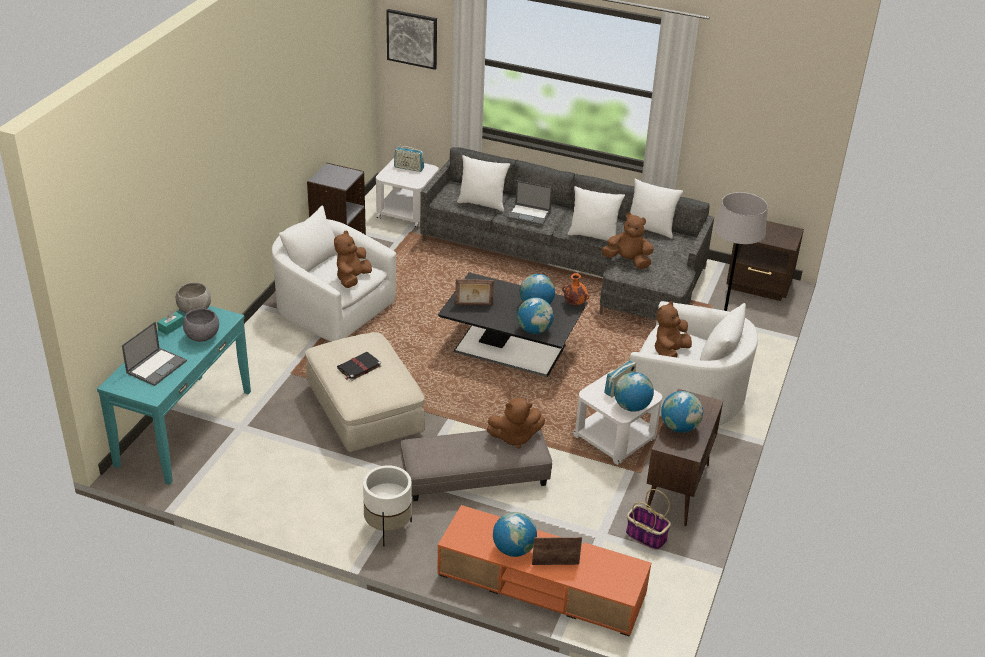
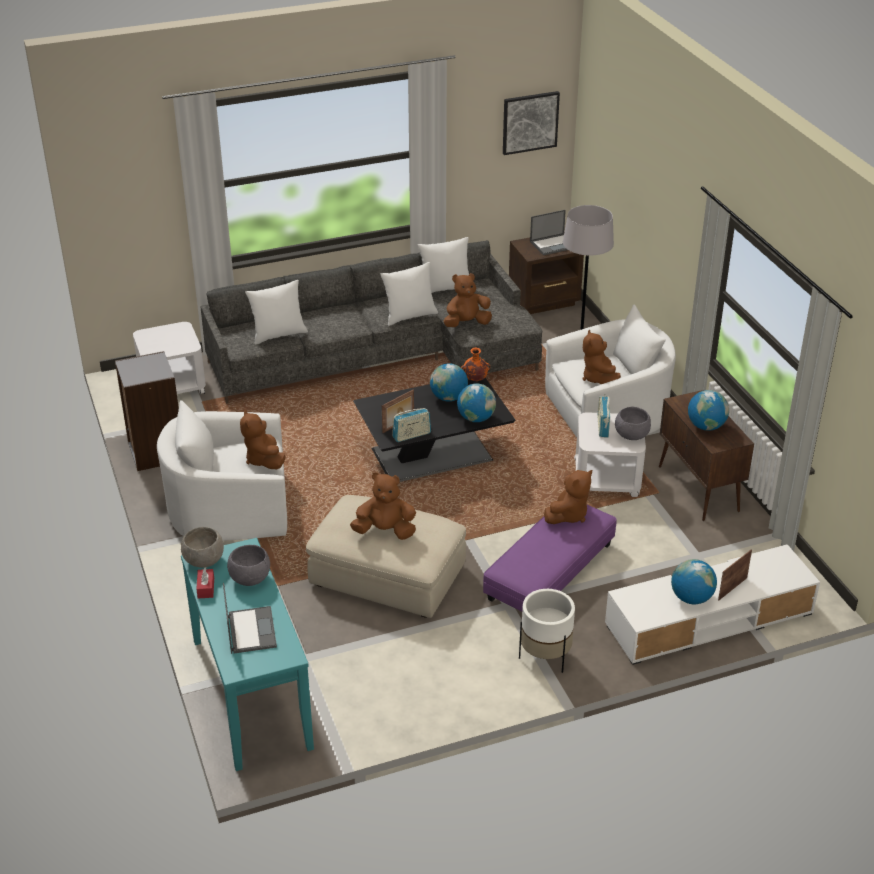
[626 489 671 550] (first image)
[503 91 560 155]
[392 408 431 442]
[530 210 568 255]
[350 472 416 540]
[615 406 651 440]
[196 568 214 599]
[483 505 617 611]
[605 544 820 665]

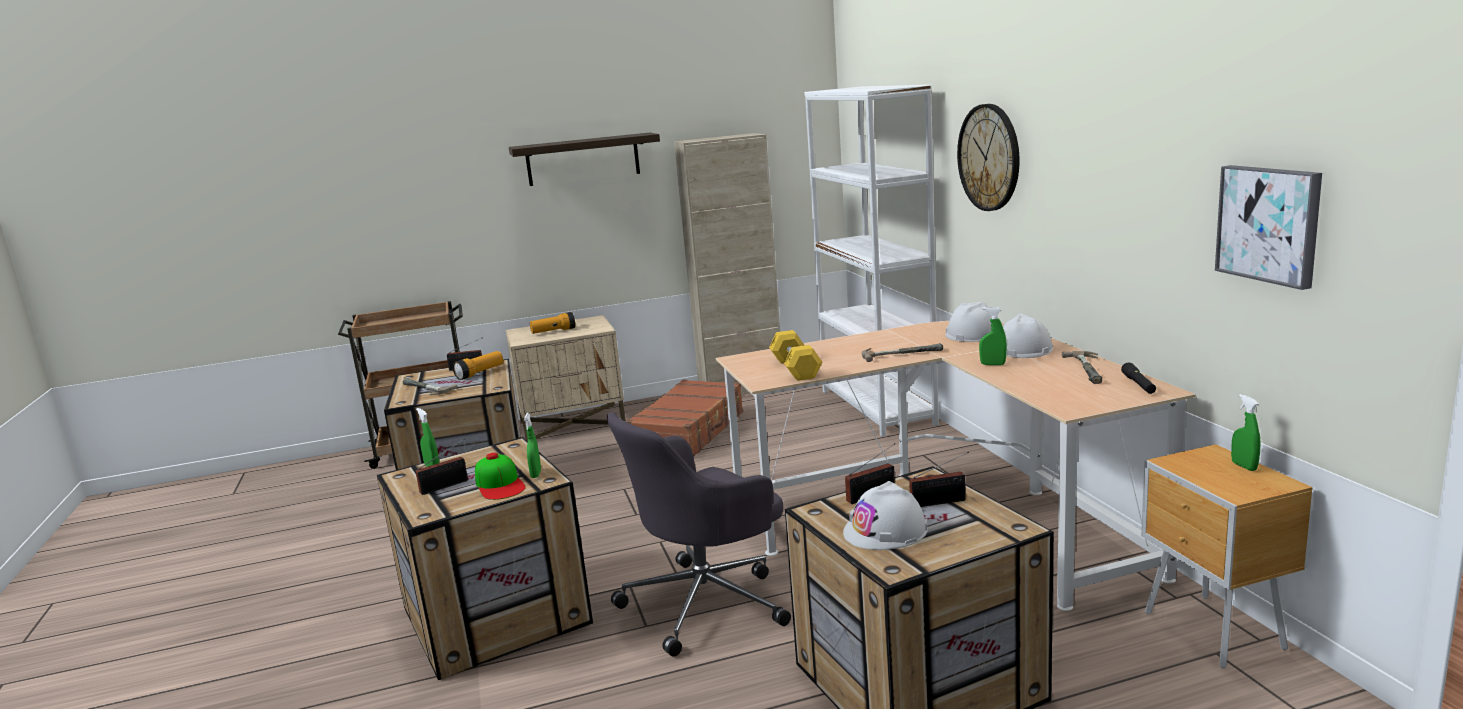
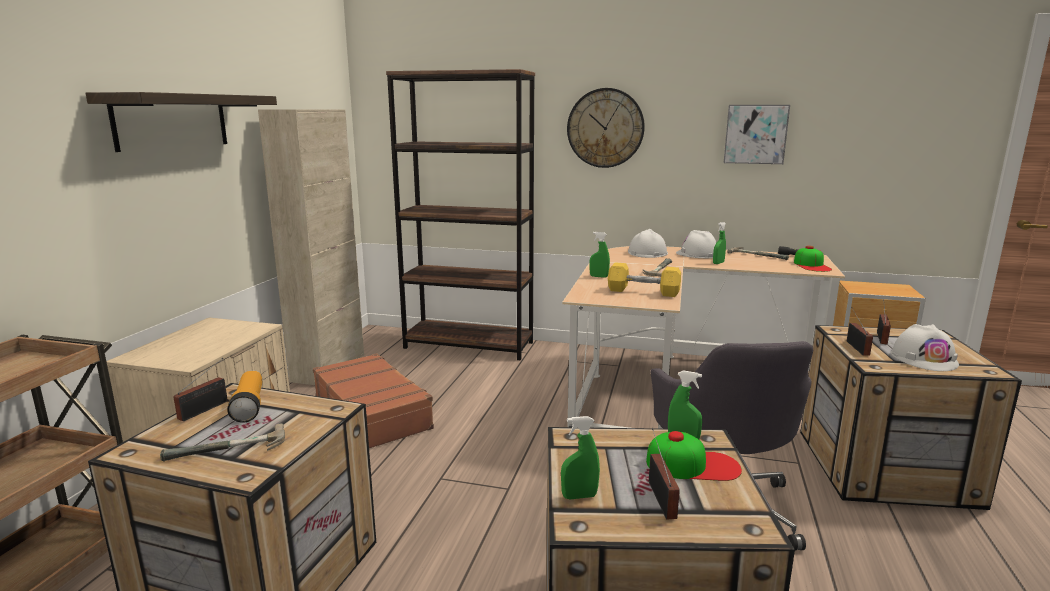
[530 312 575 334] (first image)
[794 246 832 272]
[724 105 790 164]
[590 232 610 278]
[386 69 535 360]

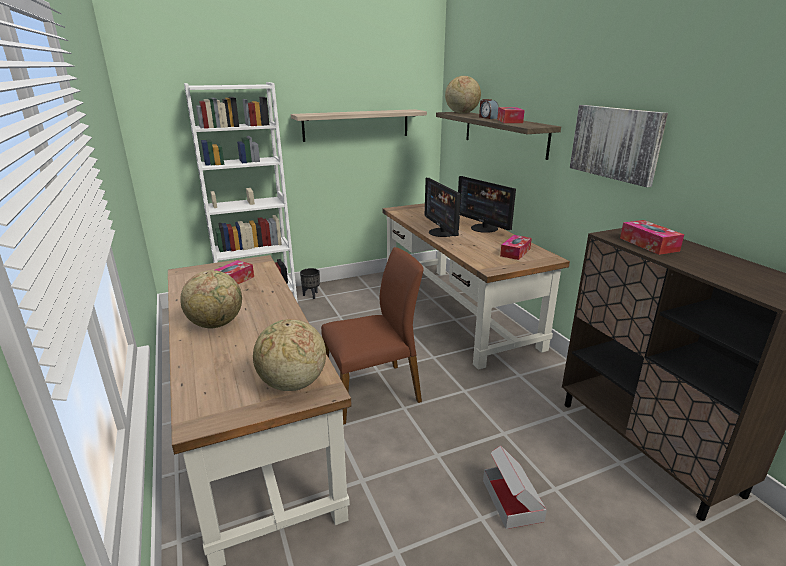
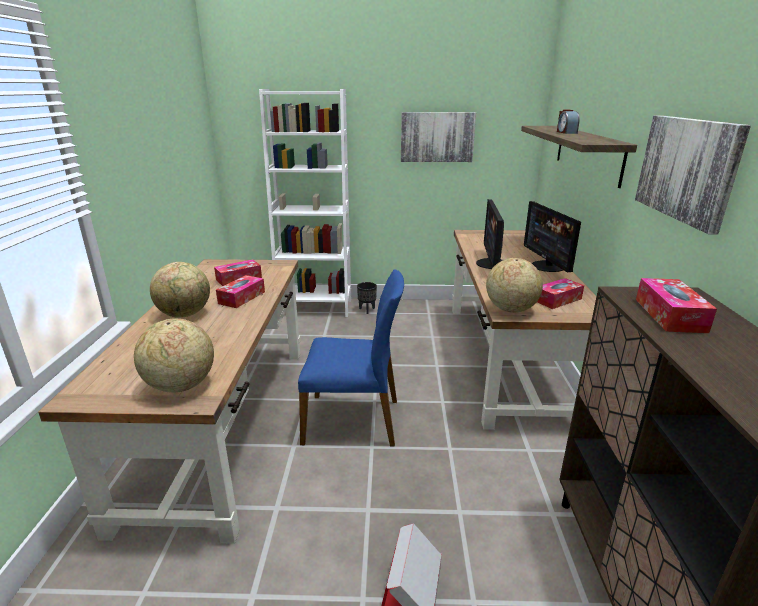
[486 258 543 313]
[216 275 265 308]
[401 112 476 162]
[298 270 404 447]

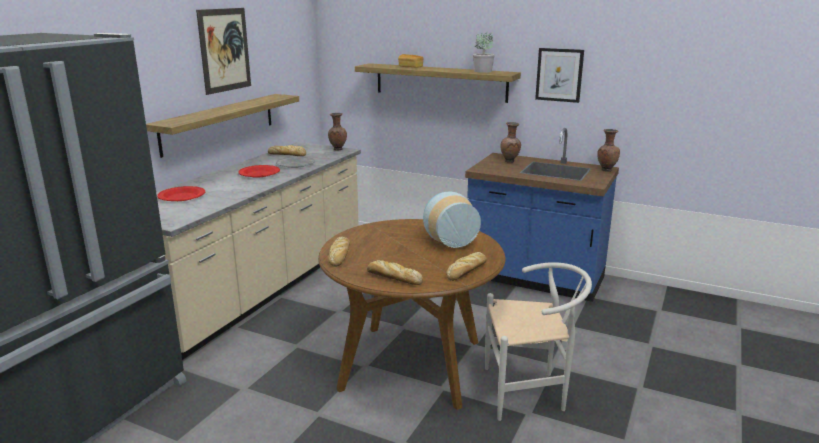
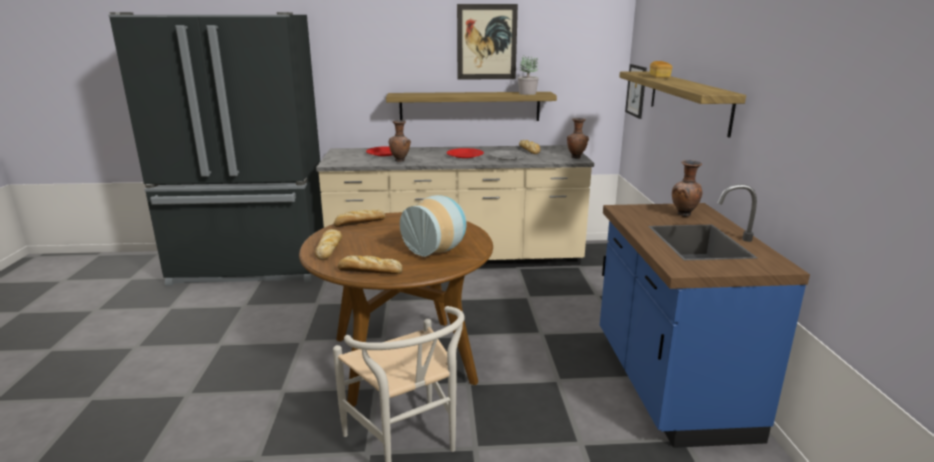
[518 56 539 95]
[625 64 647 119]
[389 120 411 162]

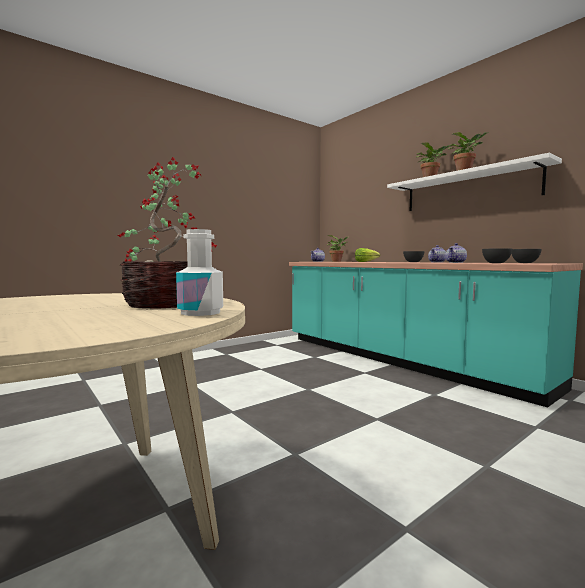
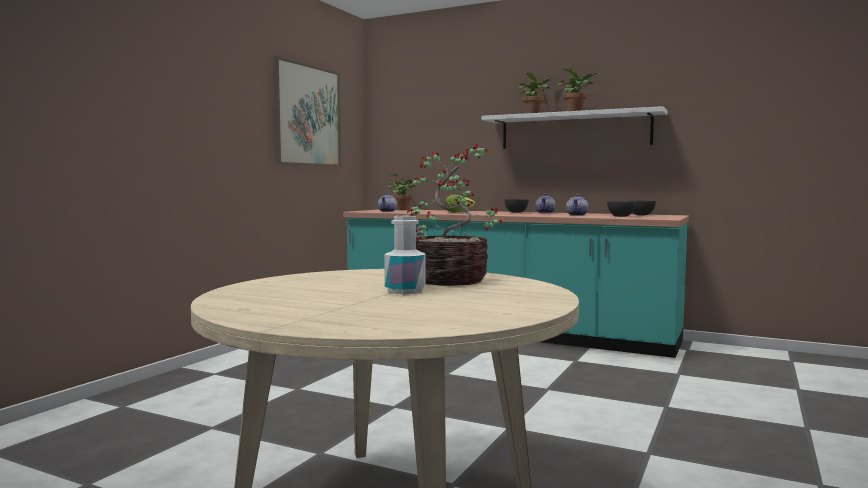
[273 56 341 167]
[384 216 426 294]

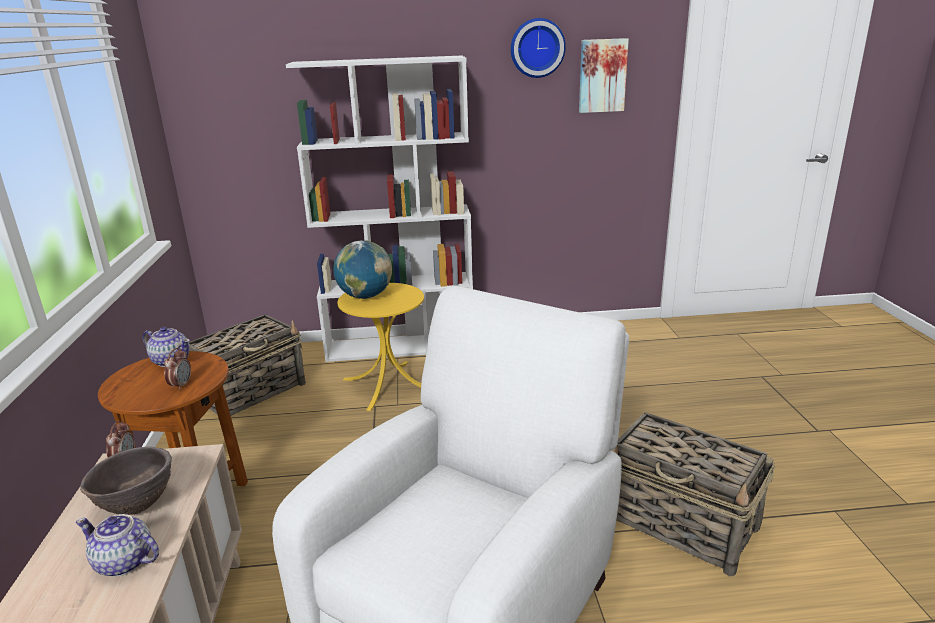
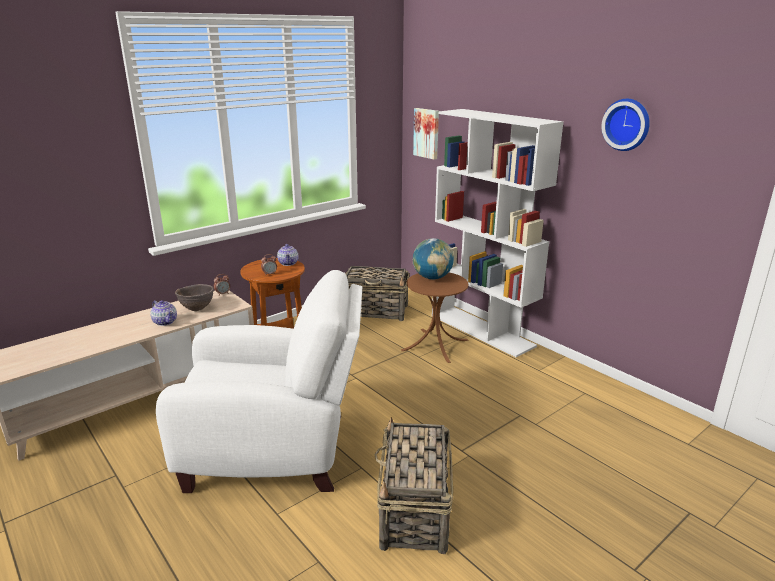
[413 108 439 160]
[401 273 468 363]
[150 300 177 326]

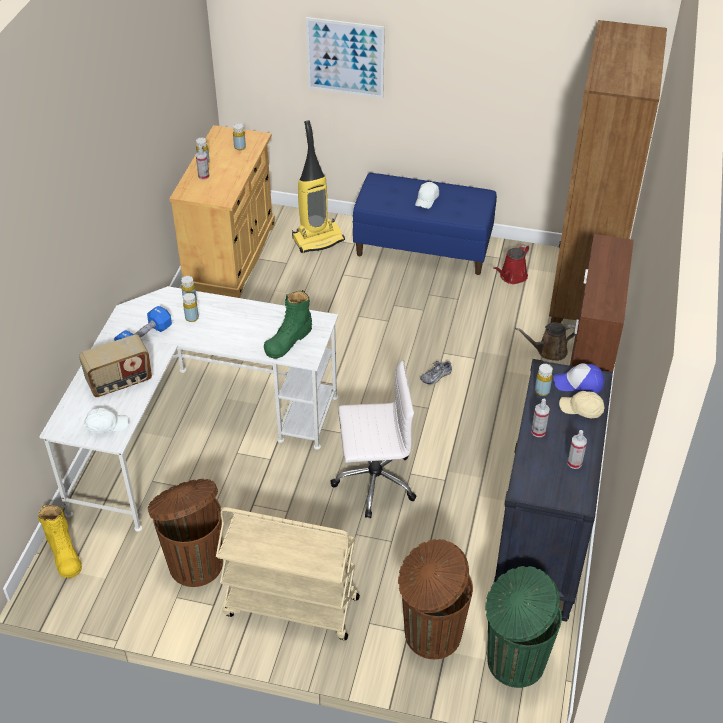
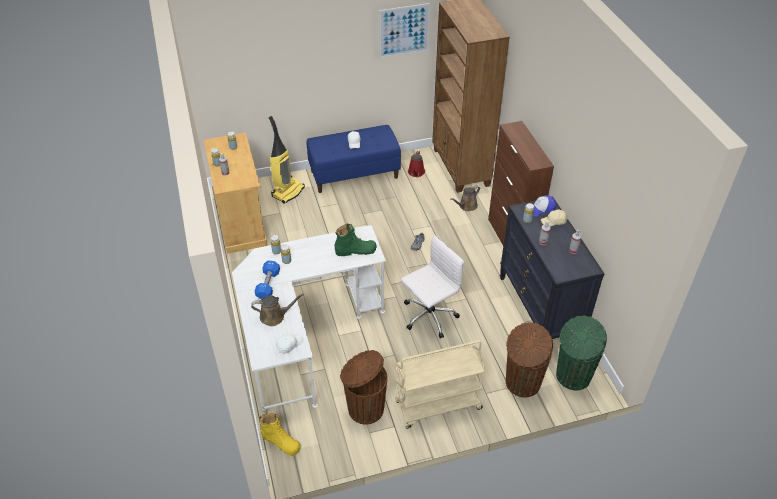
[379 3 430 58]
[251 294 304 326]
[335 224 377 256]

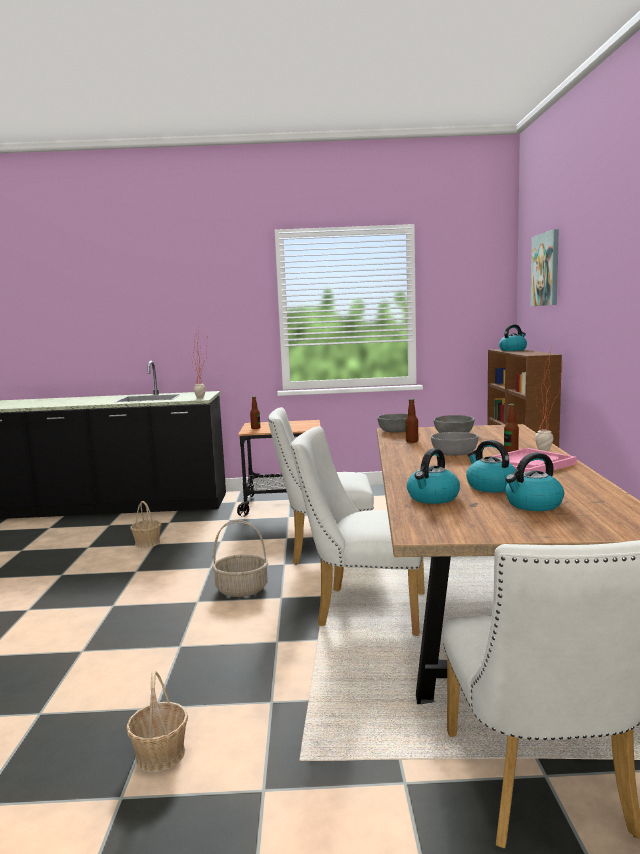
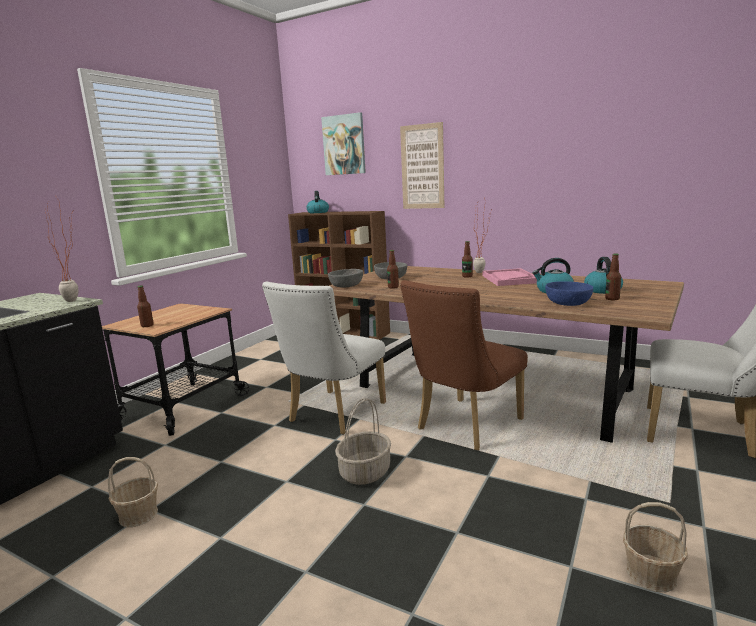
[431 432 478 456] (first image)
[400 122 444 209]
[605 254 621 300]
[545 281 593 306]
[400 280 528 451]

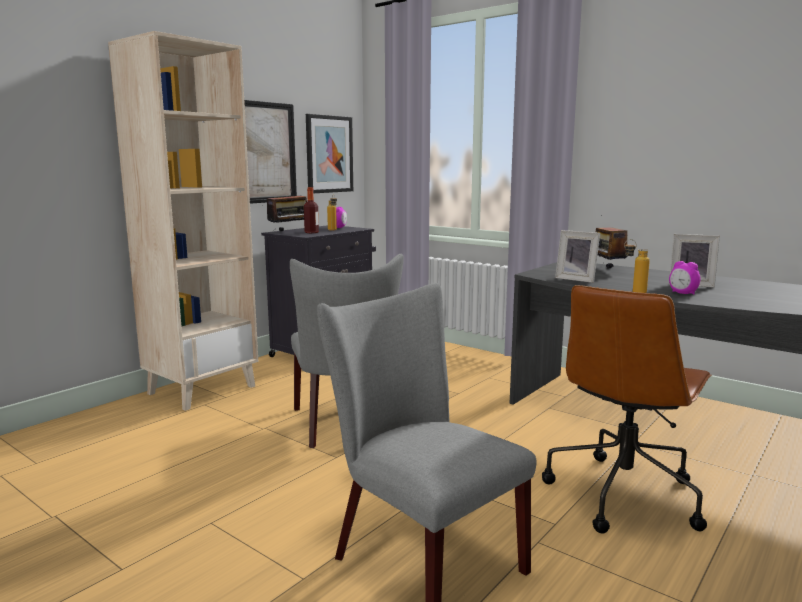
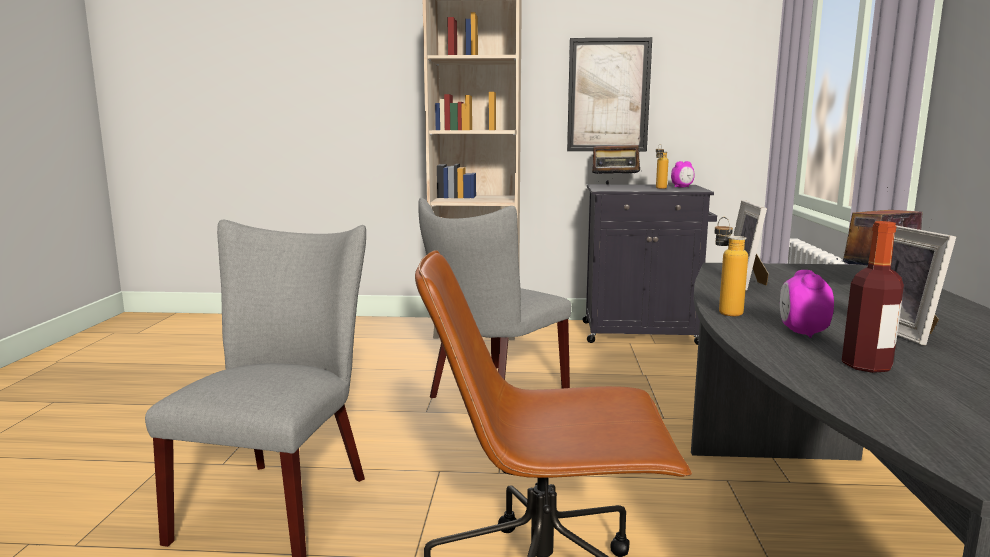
[306 114 353 193] (first image)
[842 221 904 373]

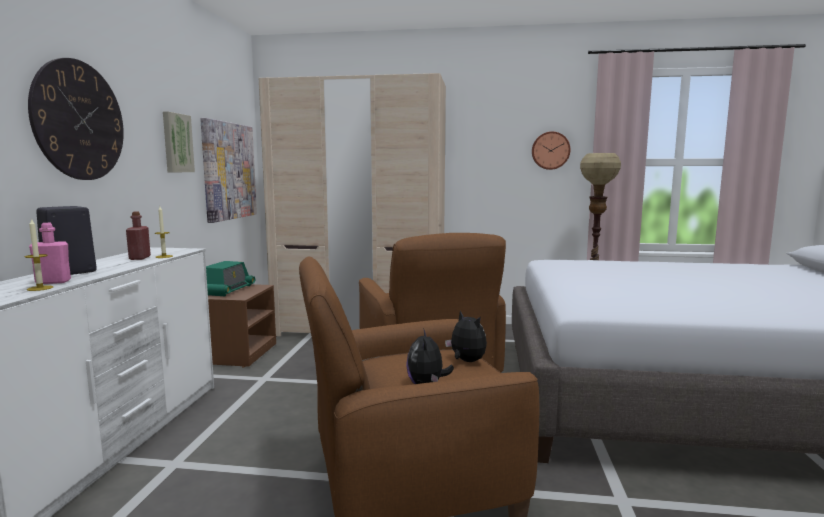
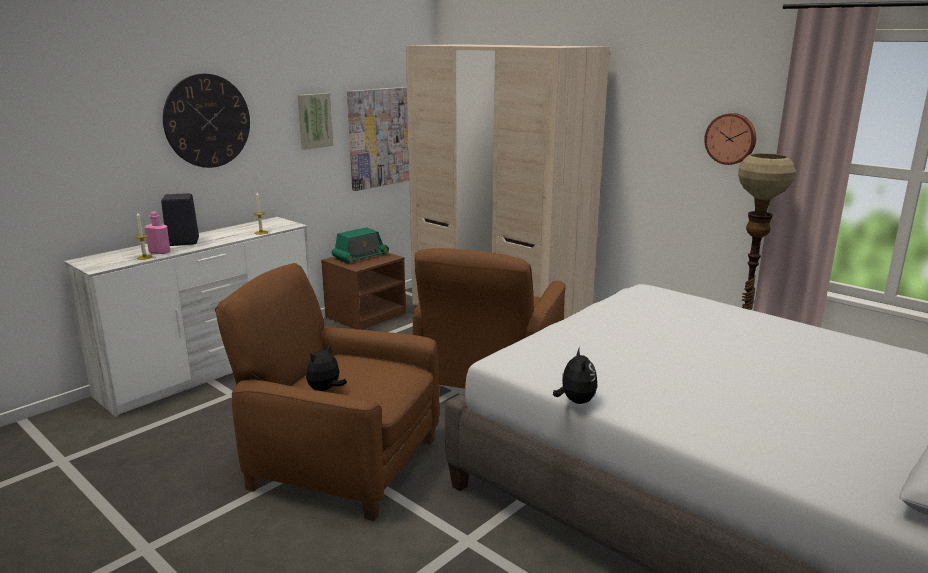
[126 211 151 260] (first image)
[553 347 598 404]

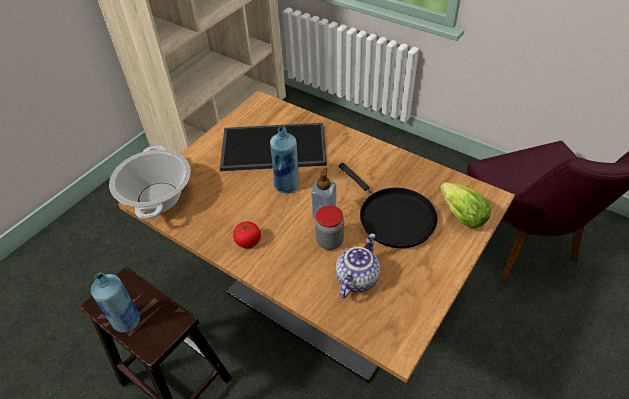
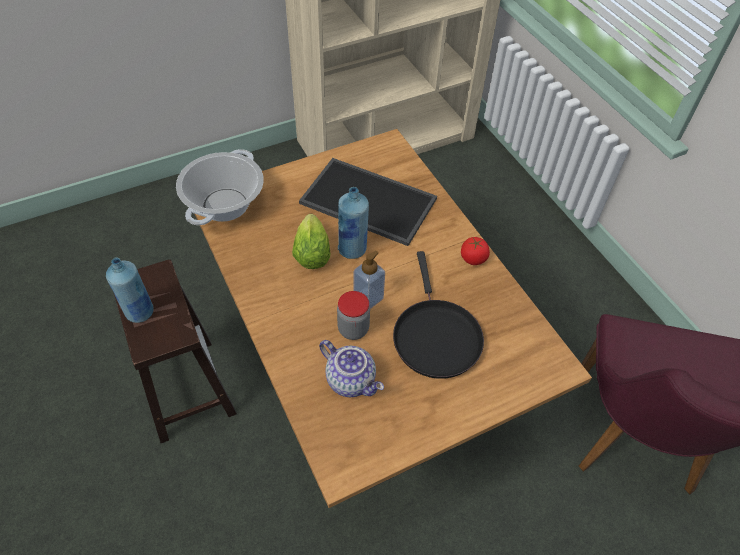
[461 237 490 265]
[292 214 330 269]
[319 340 384 397]

